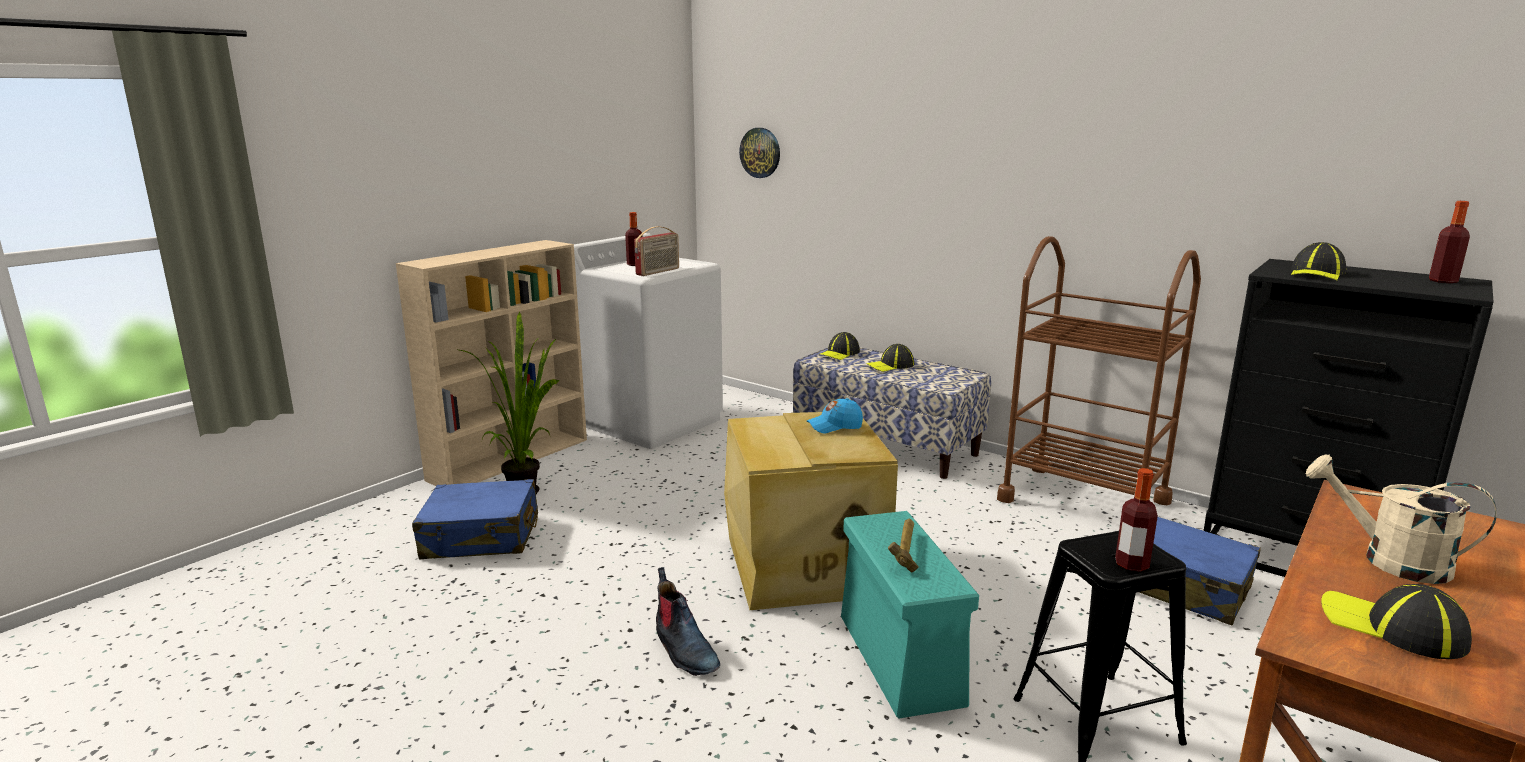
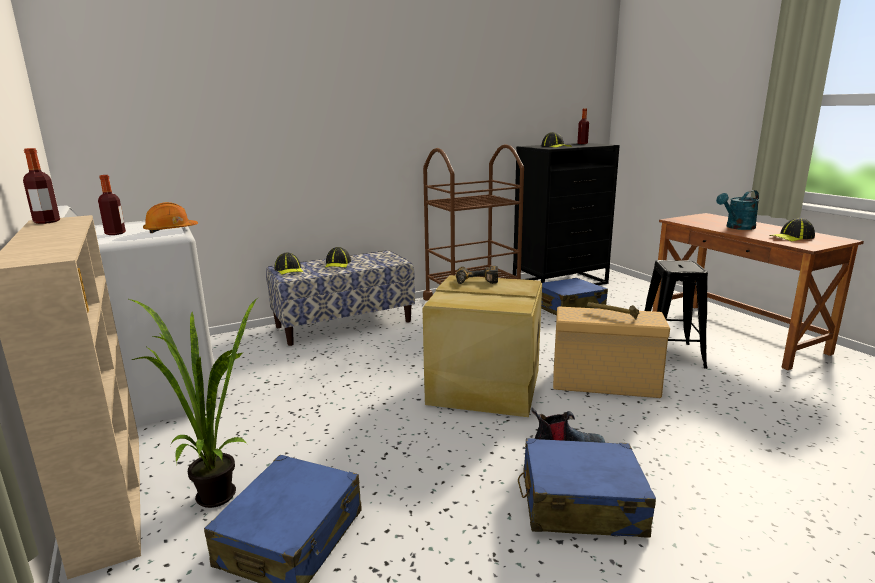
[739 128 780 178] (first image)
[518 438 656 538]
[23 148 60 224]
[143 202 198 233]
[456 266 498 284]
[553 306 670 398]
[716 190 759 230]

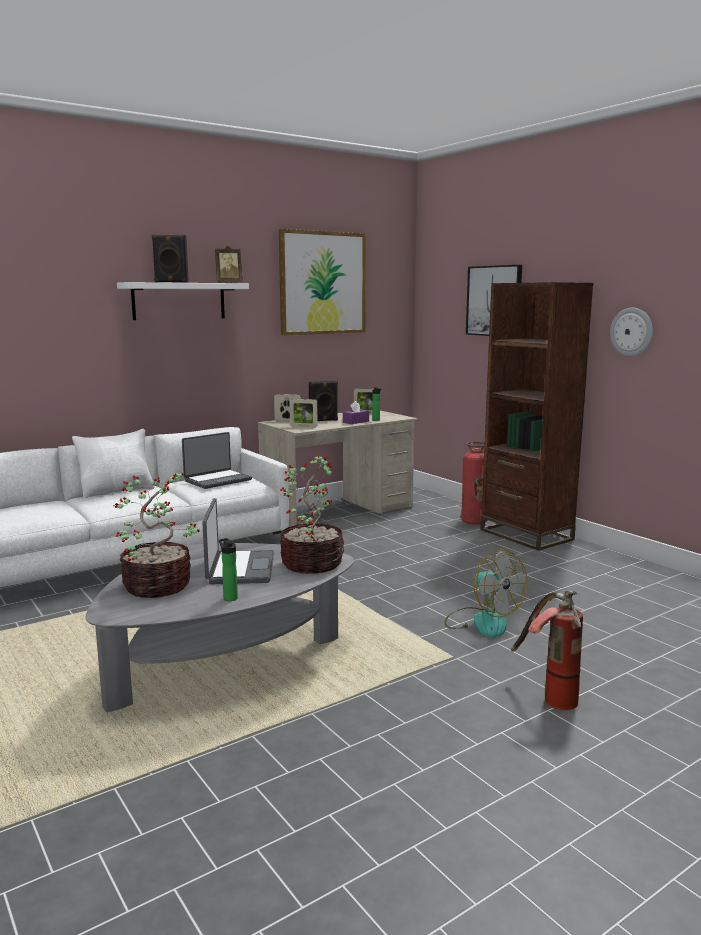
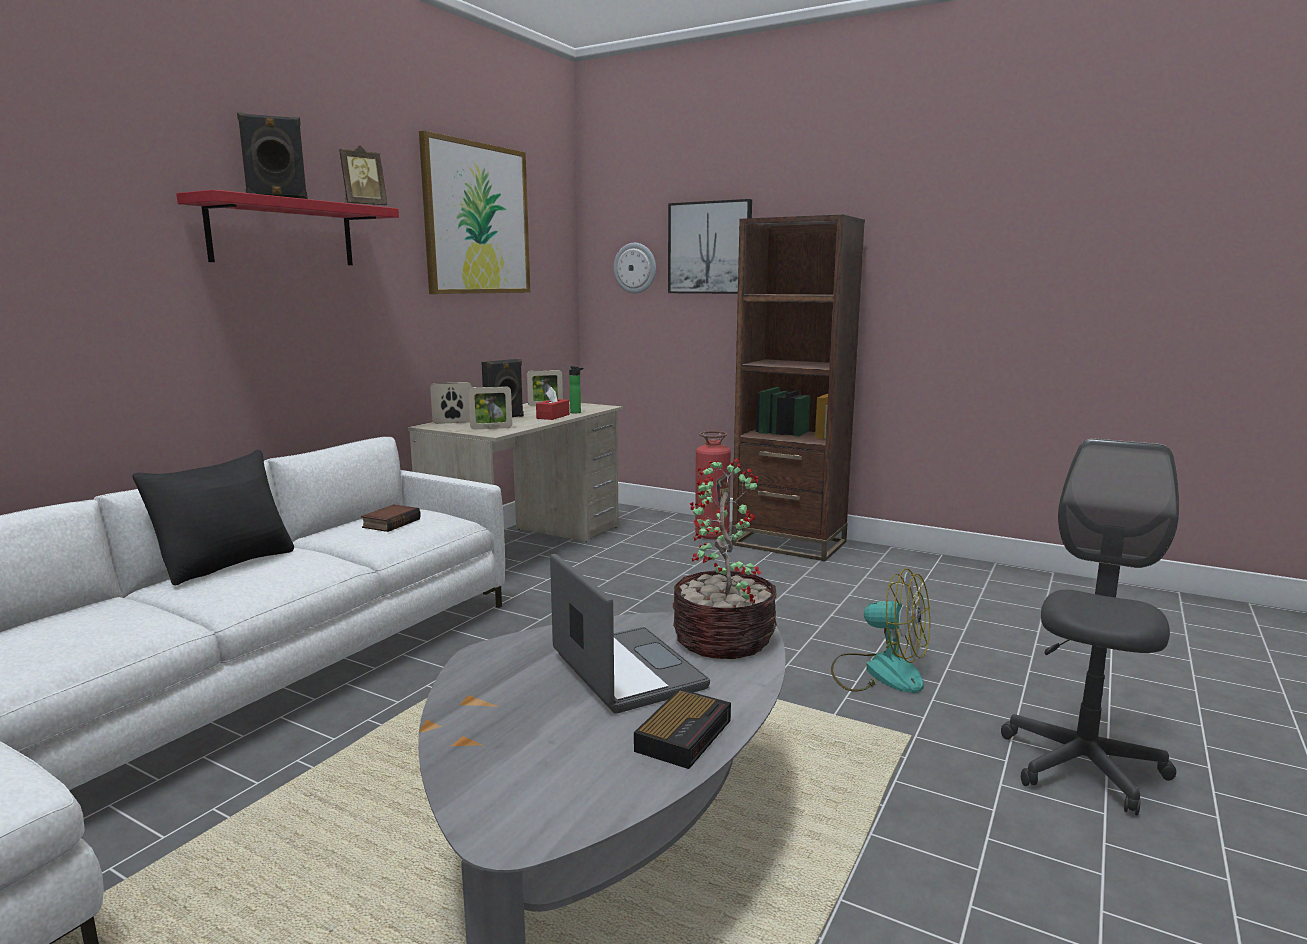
[113 472 200 598] (first image)
[614 243 656 294]
[361 504 421 532]
[634 689 731 769]
[1001 438 1179 816]
[132 449 294 586]
[176 190 399 265]
[536 387 570 420]

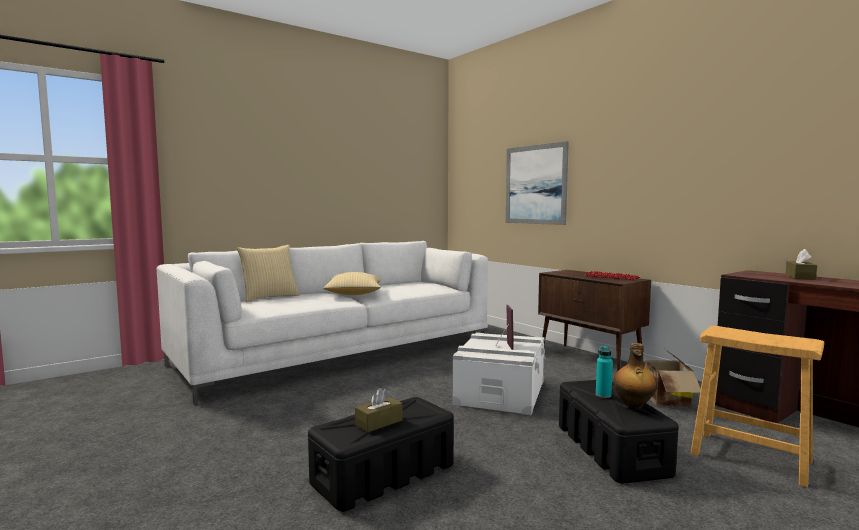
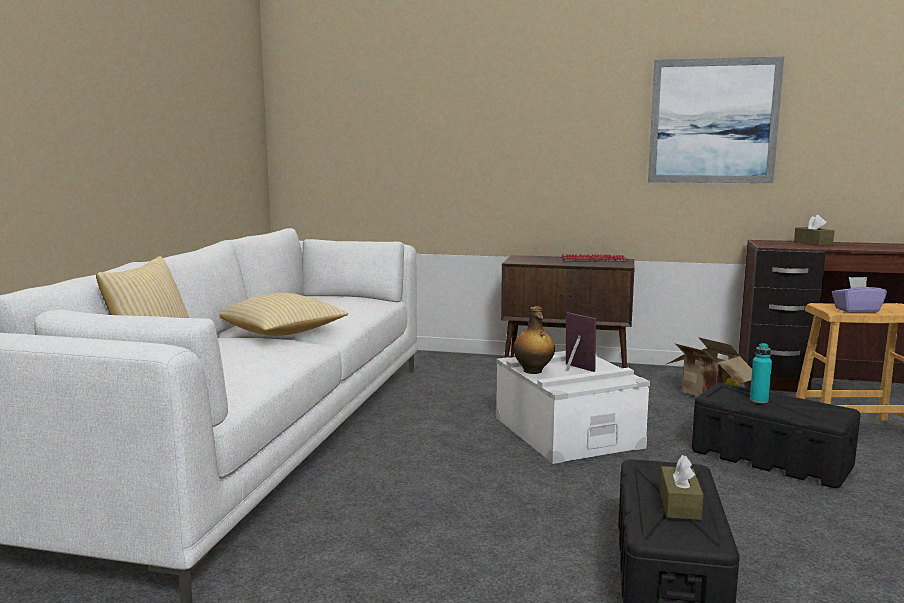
[832 277 887 312]
[648 56 784 183]
[513 306 555 374]

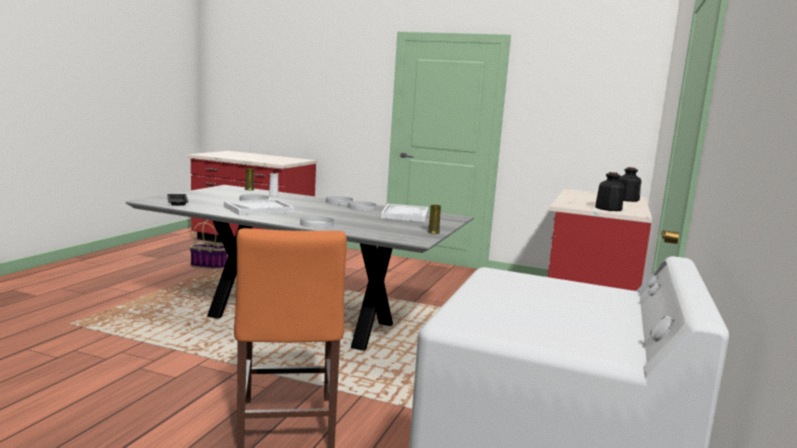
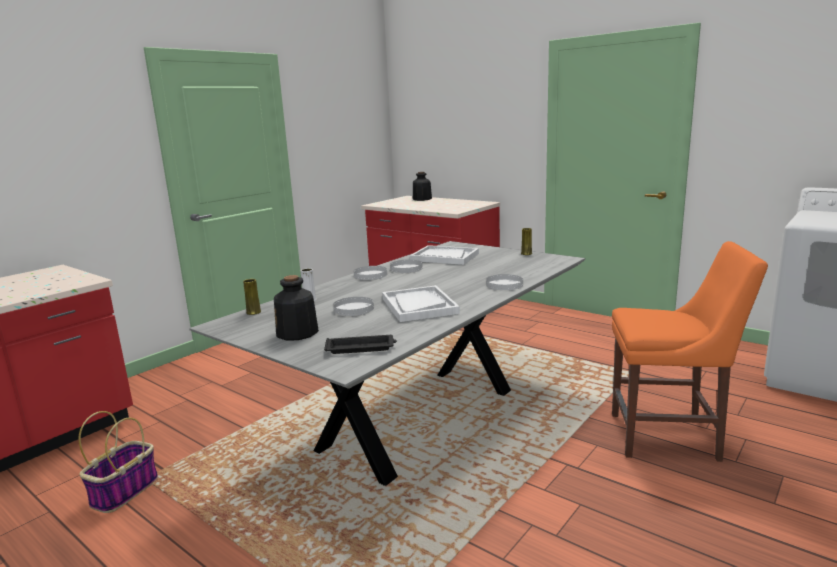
[274 275 319 341]

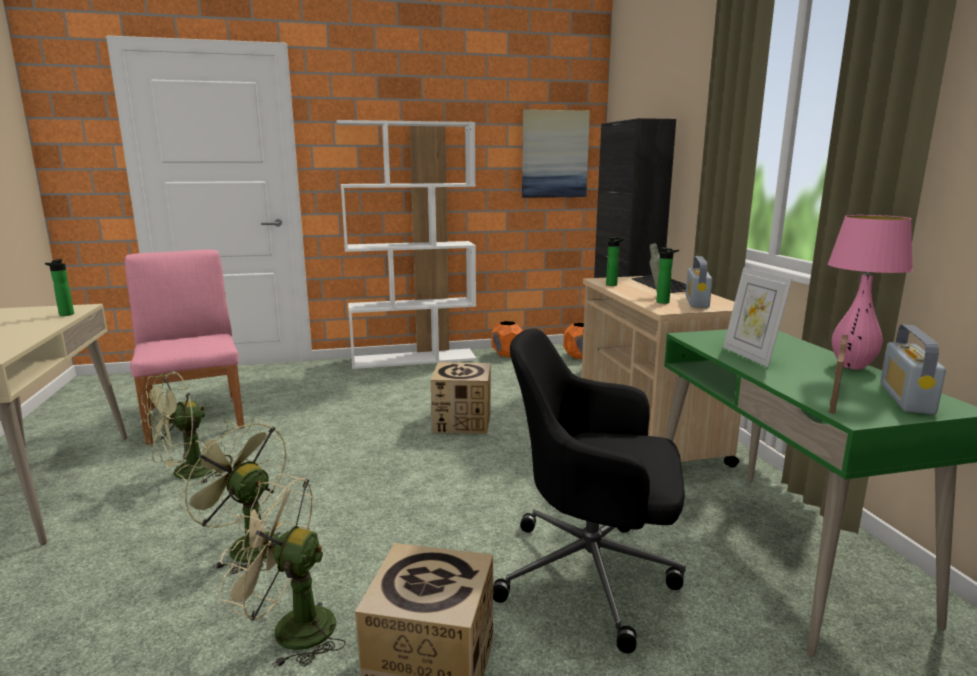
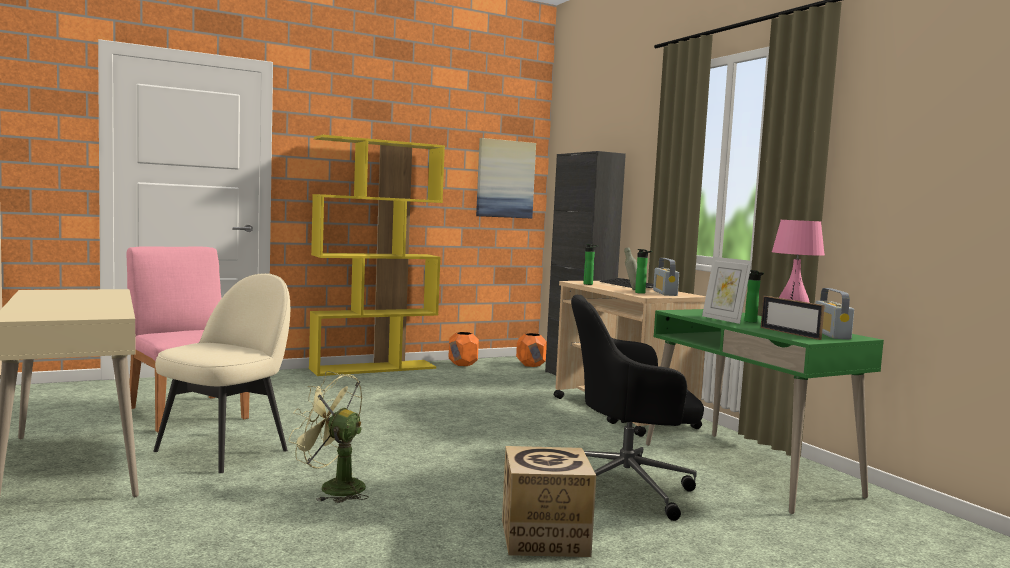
[219 474 346 668] (first image)
[431 362 491 434] (first image)
[745 270 764 323]
[153 273 290 473]
[309 135 445 376]
[761 296 825 340]

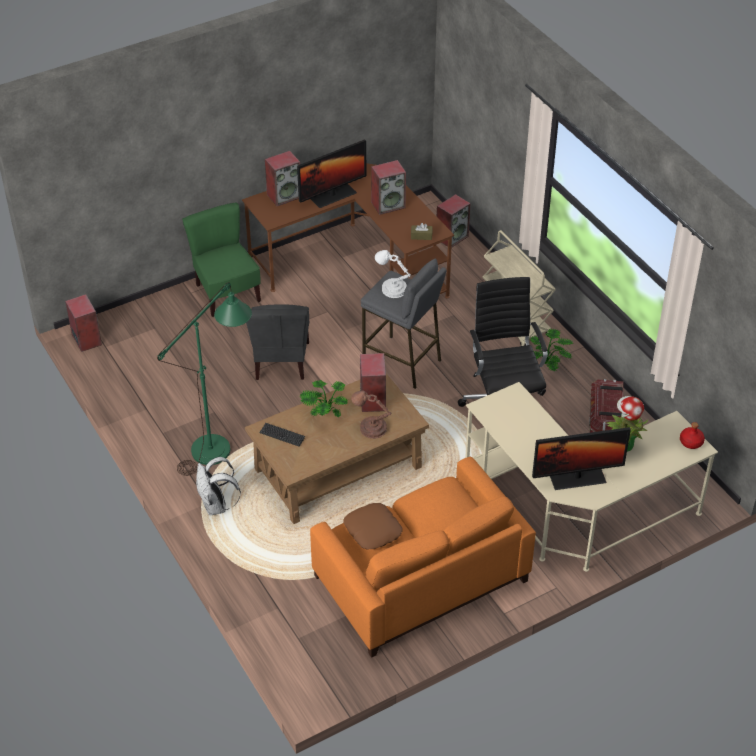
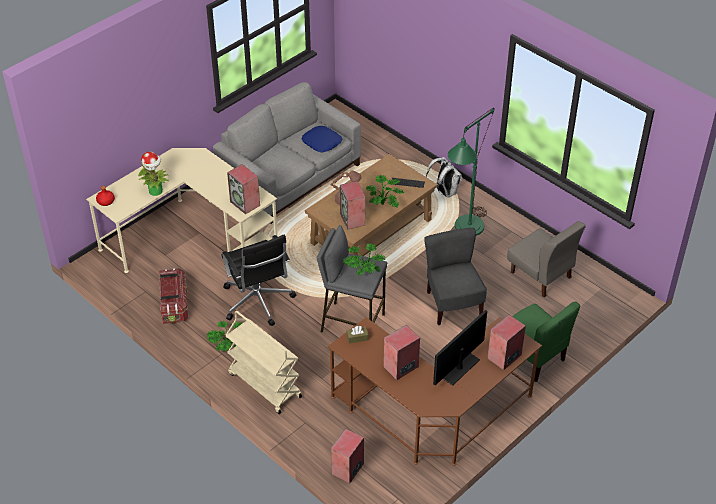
[532 427 631 490] (first image)
[507 221 586 297]
[227 164 260 214]
[343 243 385 276]
[213 82 361 224]
[302 126 343 153]

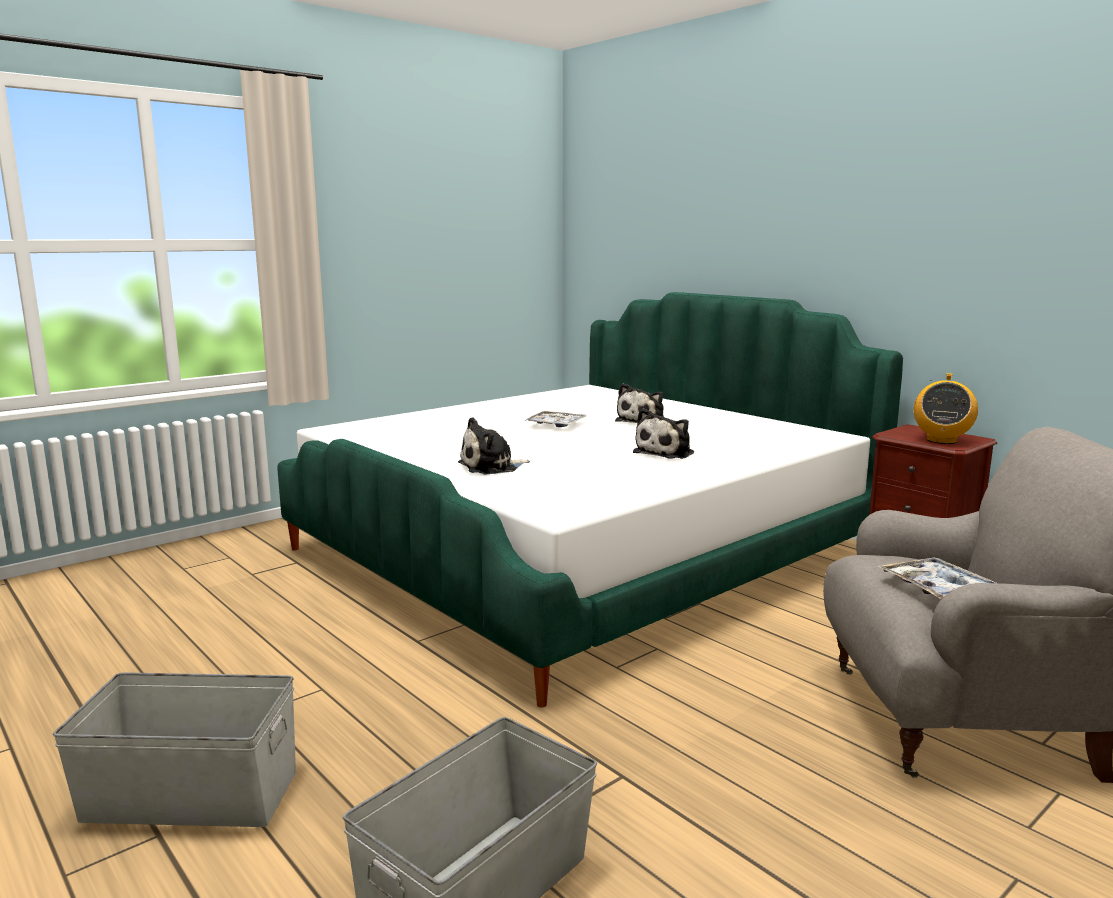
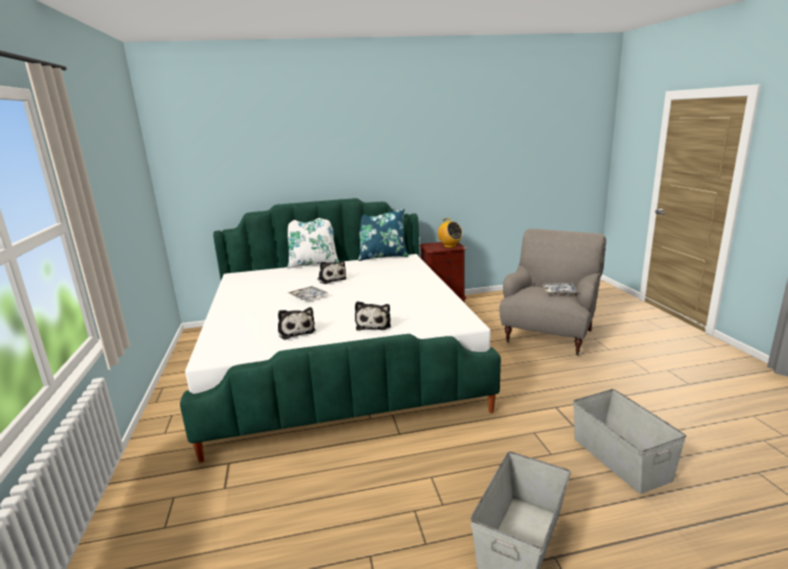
[287 218 339 269]
[358 209 409 261]
[278 307 315 340]

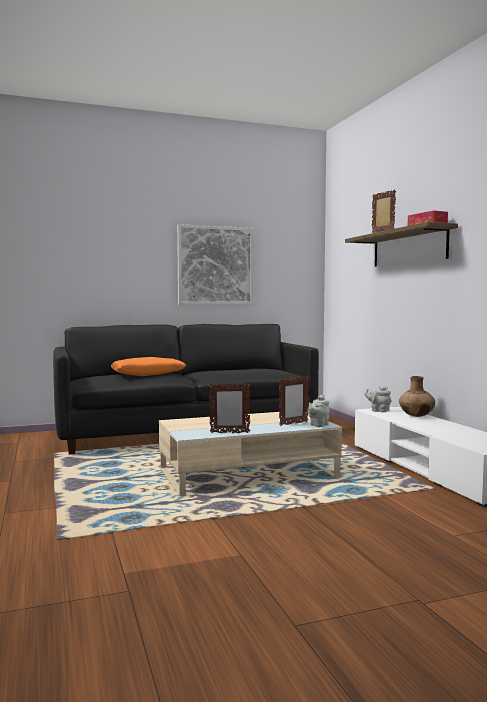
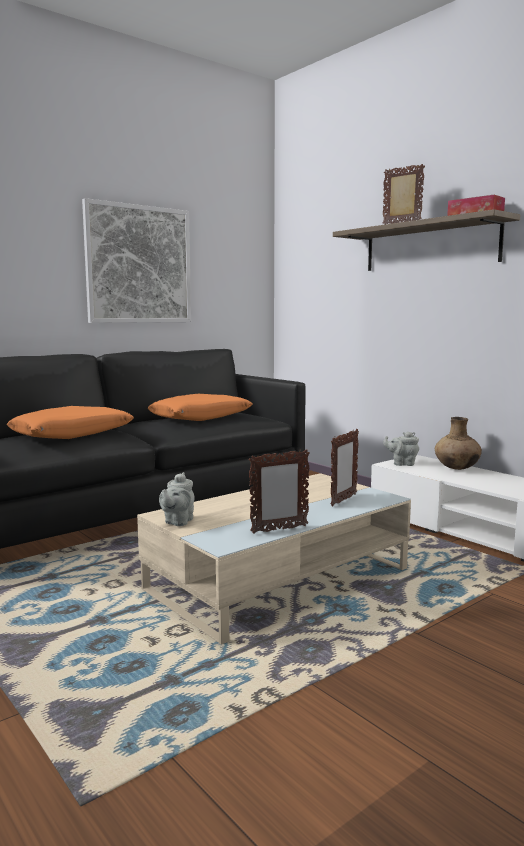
[148 394 252 421]
[159 472 195 526]

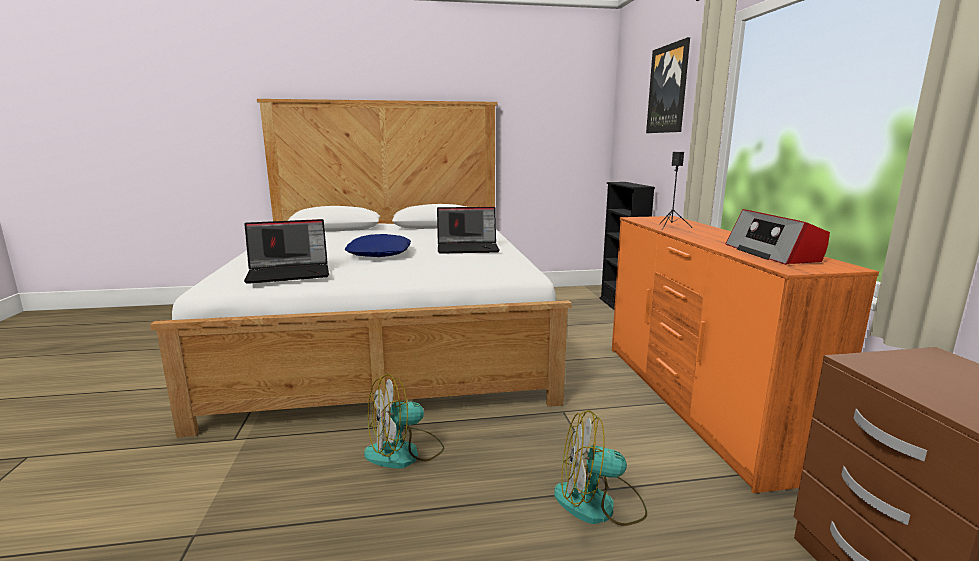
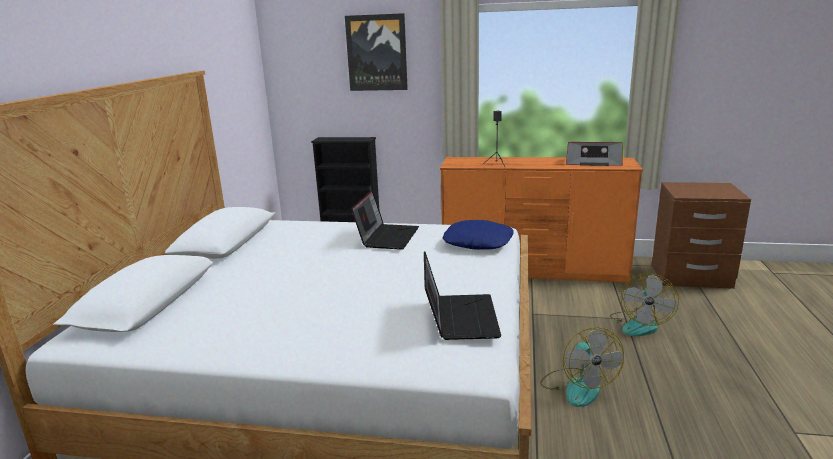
[442 220 514 250]

